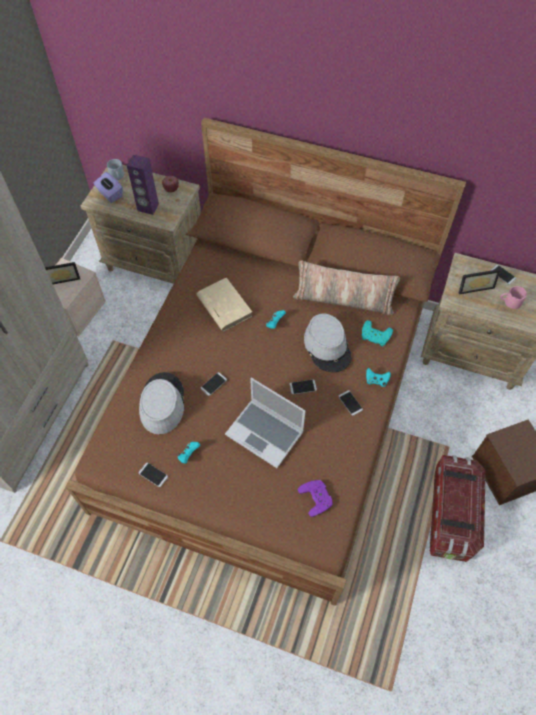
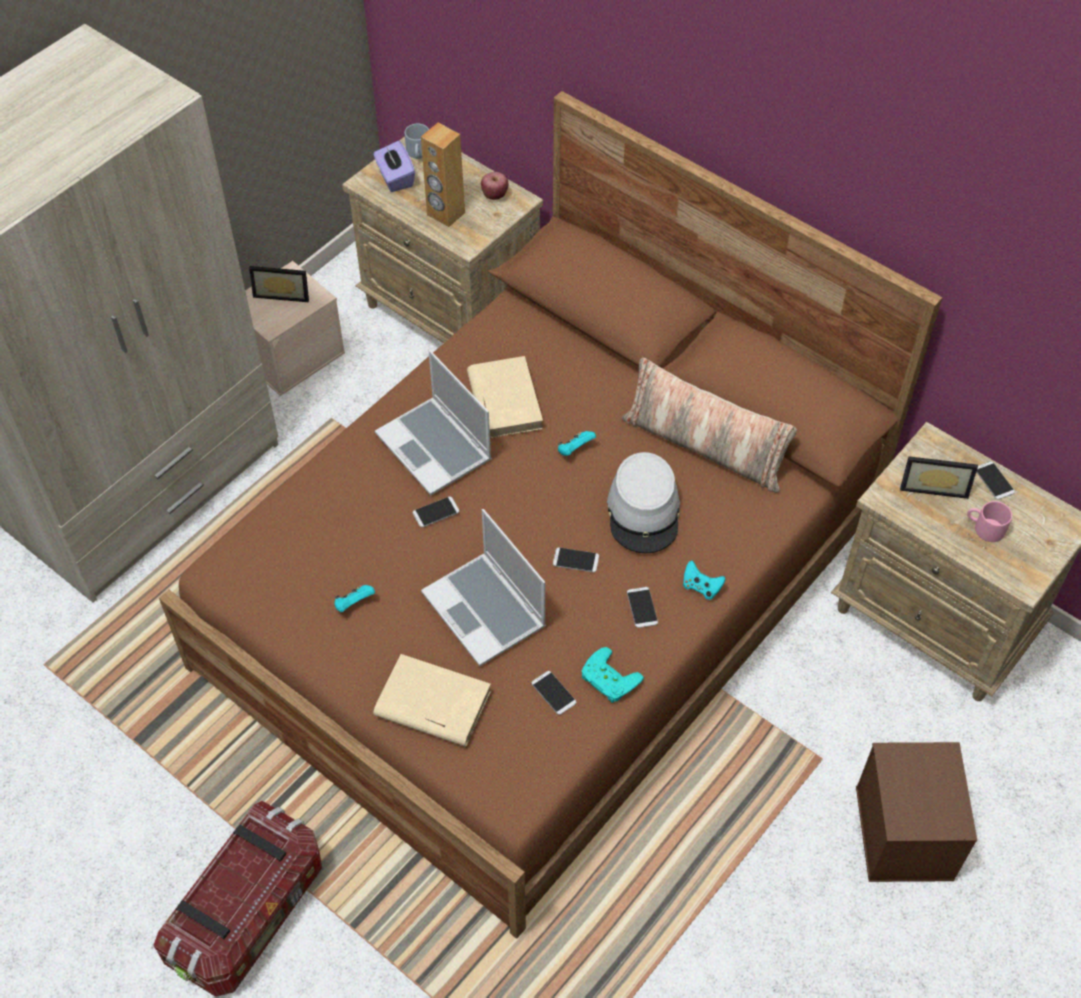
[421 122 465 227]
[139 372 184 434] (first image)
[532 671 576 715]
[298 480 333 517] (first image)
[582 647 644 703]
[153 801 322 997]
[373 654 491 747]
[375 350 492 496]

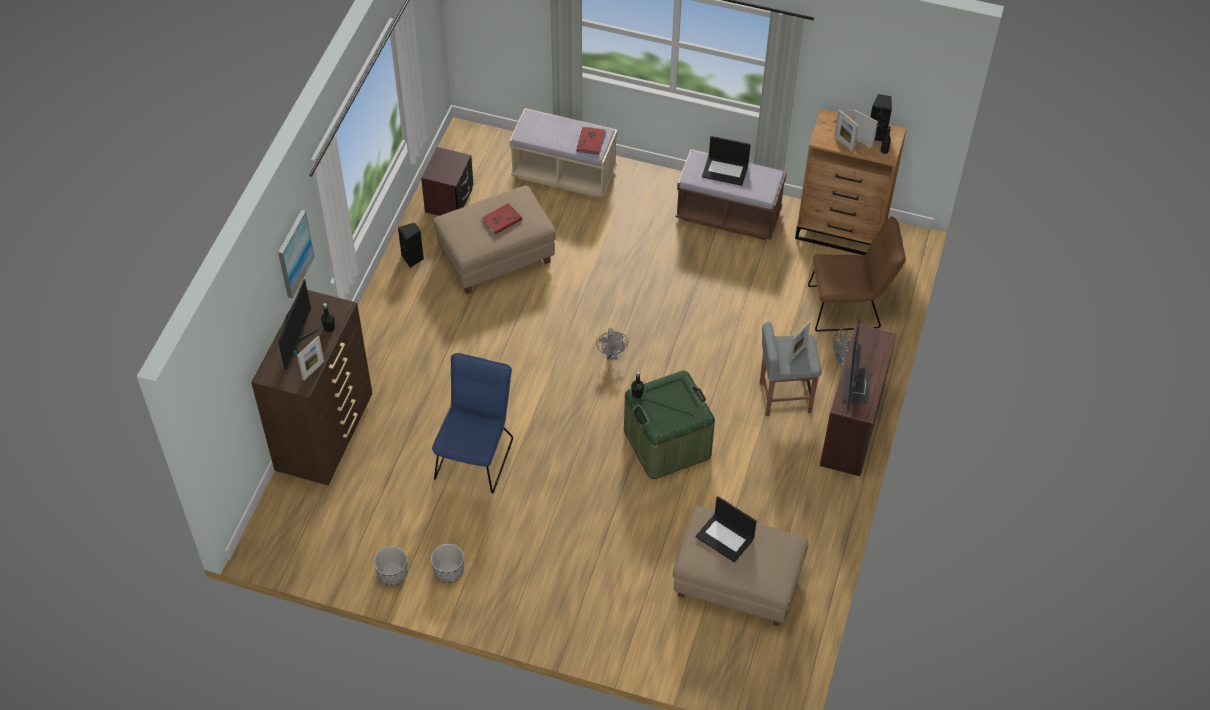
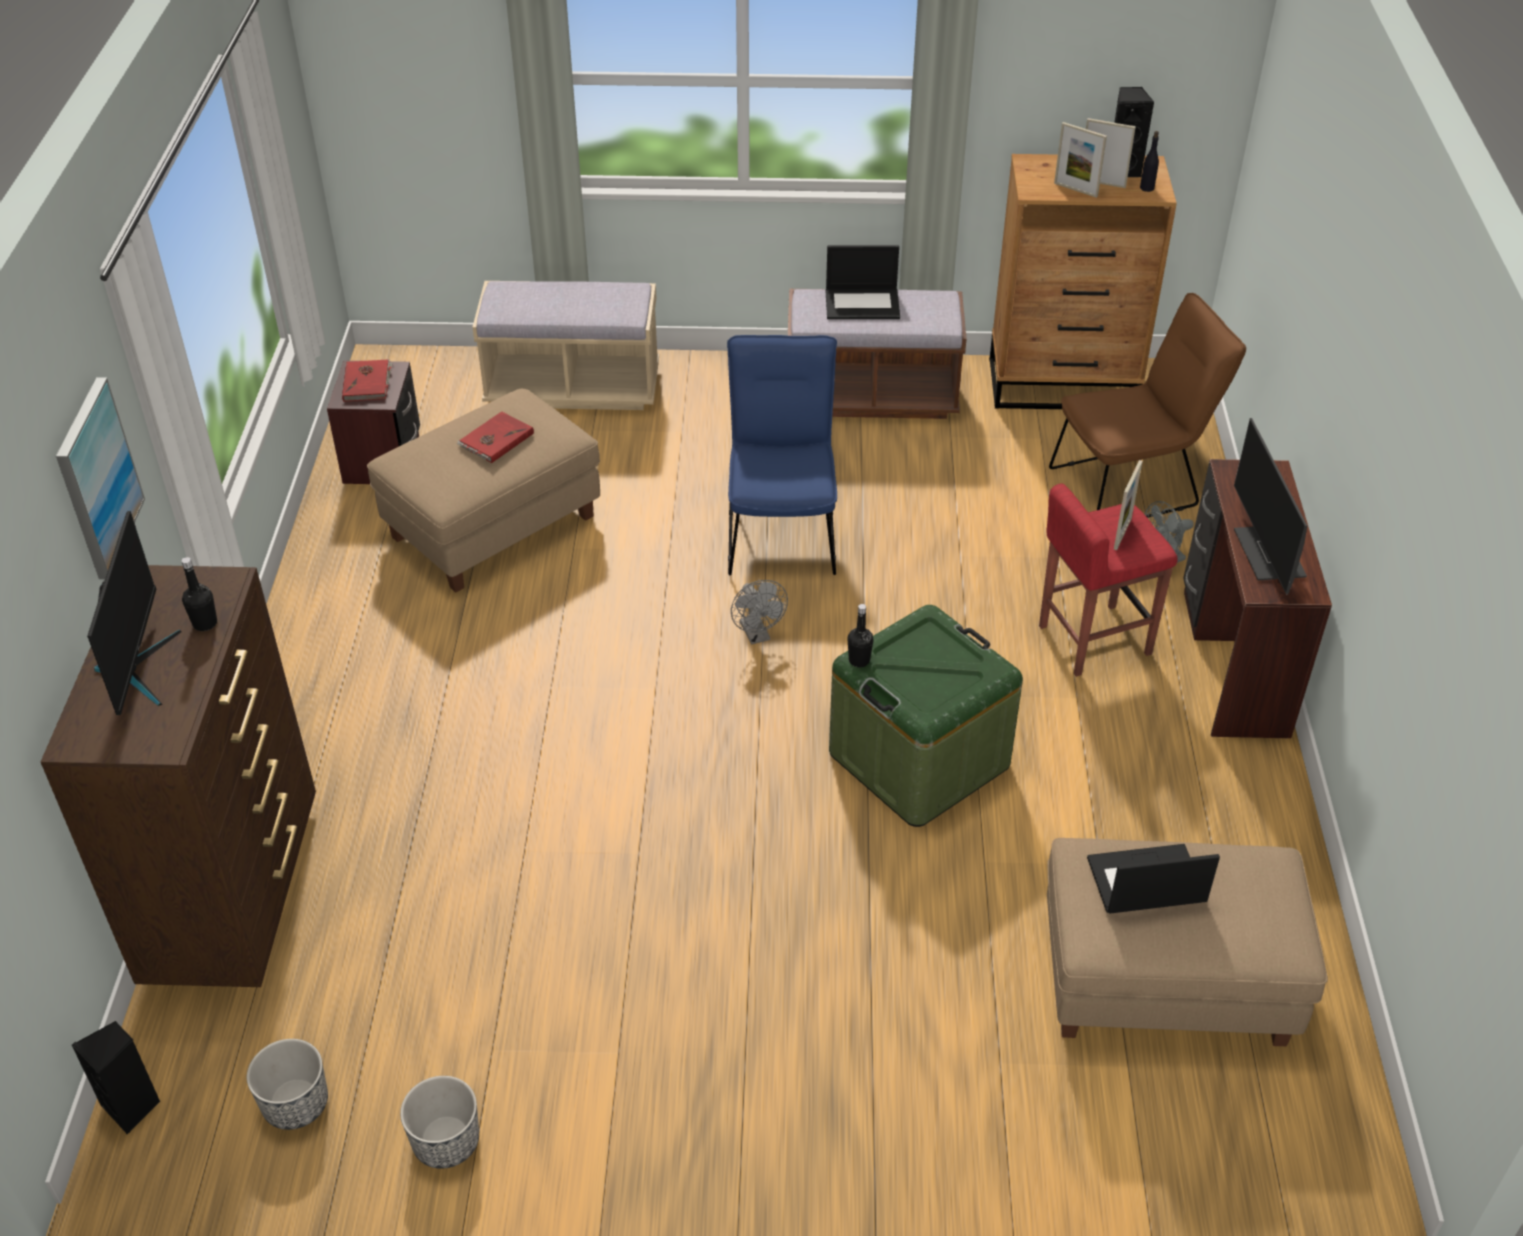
[297 336 324 381] (first image)
[72 1021 160 1134]
[247 1039 328 1130]
[727 335 837 575]
[342 359 393 402]
[1087 844 1220 914]
[1039 483 1178 677]

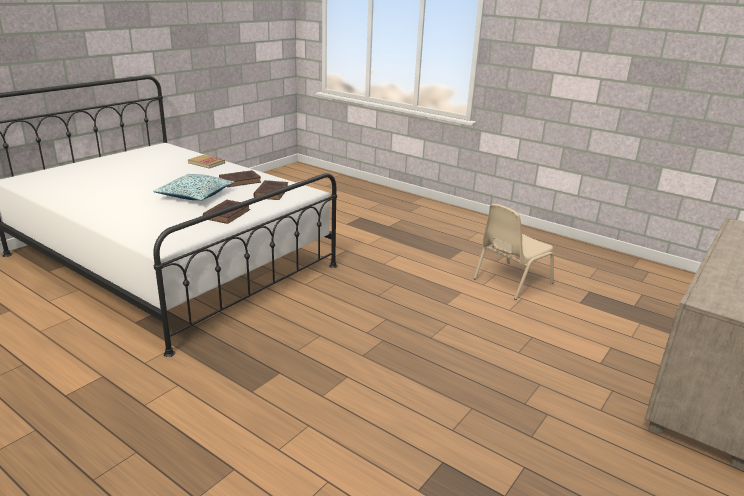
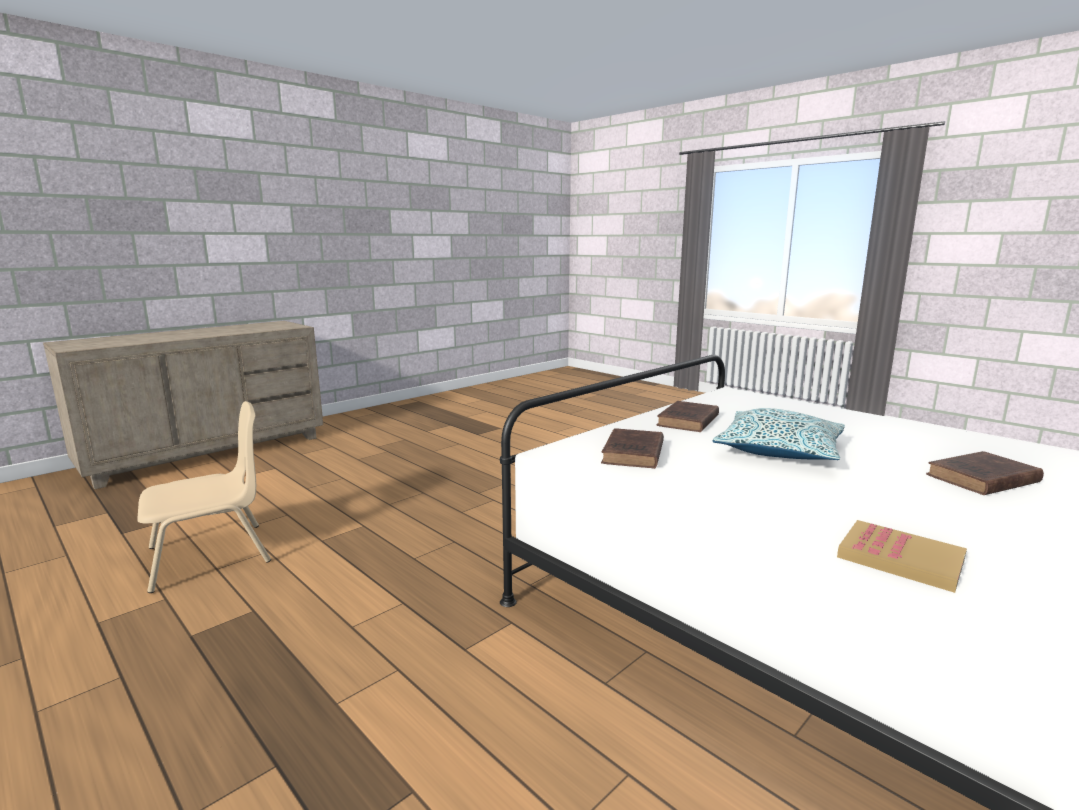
[926 451 1044 495]

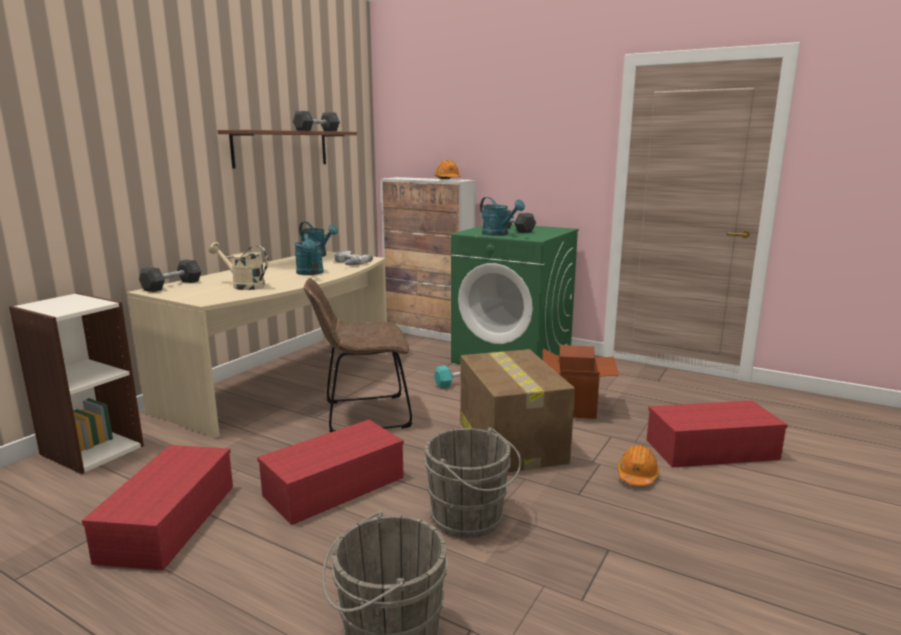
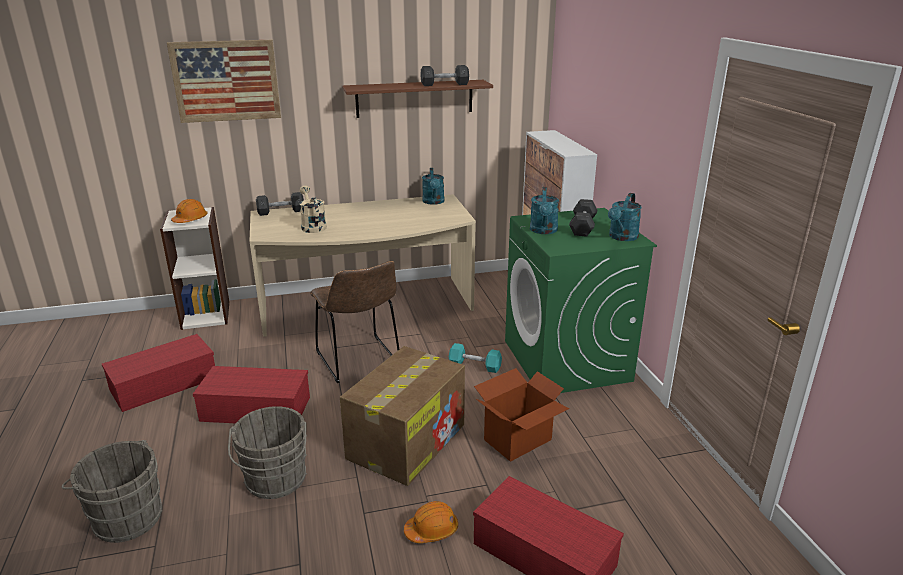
[608 193 642 241]
[311 261 399 383]
[334 250 373 265] (first image)
[171 199 208 223]
[167 40 281 123]

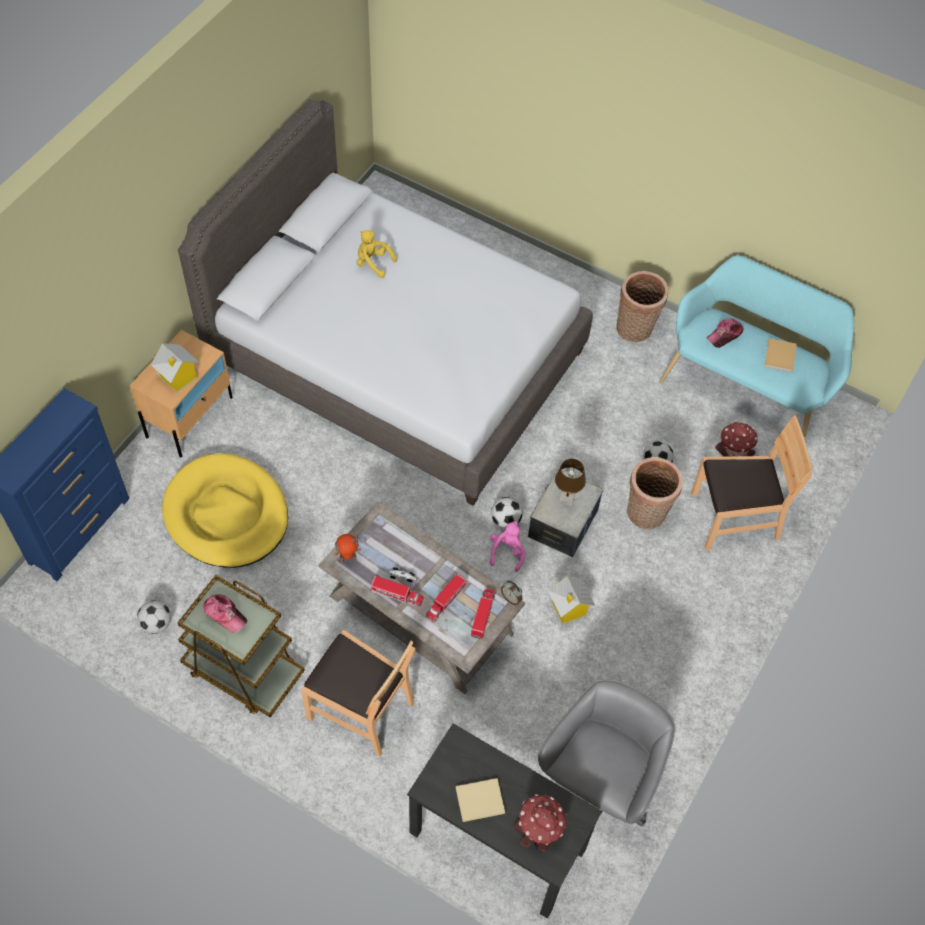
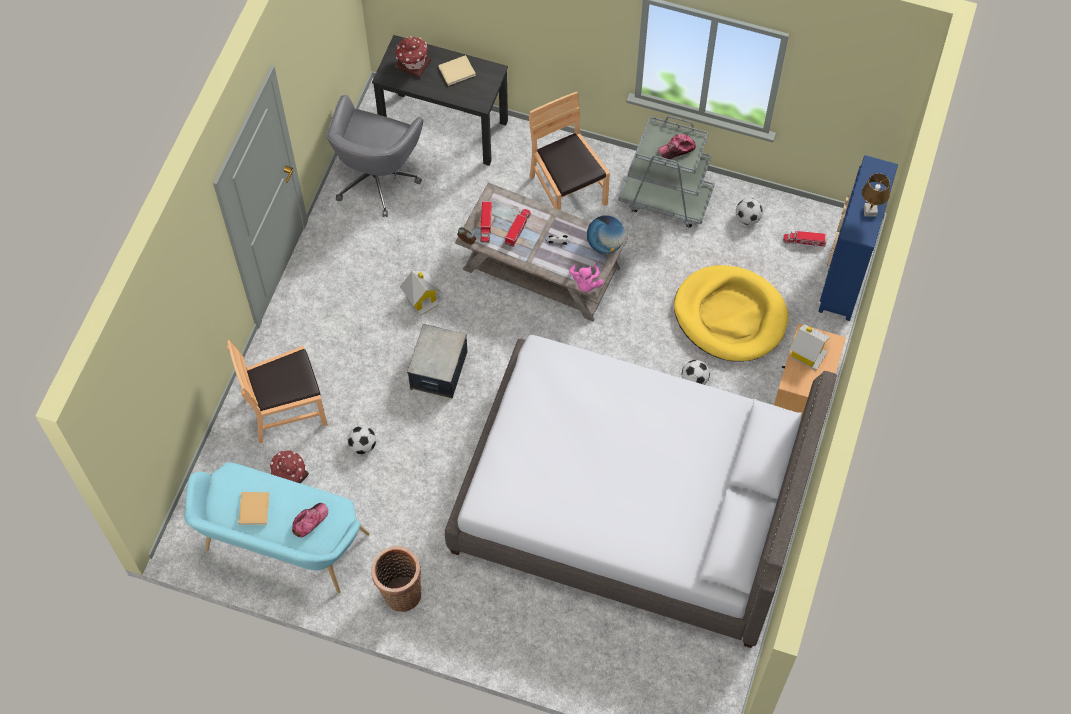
[618 116 715 228]
[658 134 696 159]
[529 92 610 210]
[587 216 625 254]
[357 230 397 278] (first image)
[783 231 826 247]
[569 265 604 292]
[682 360 710 385]
[862 173 890 217]
[627 457 683 529] (first image)

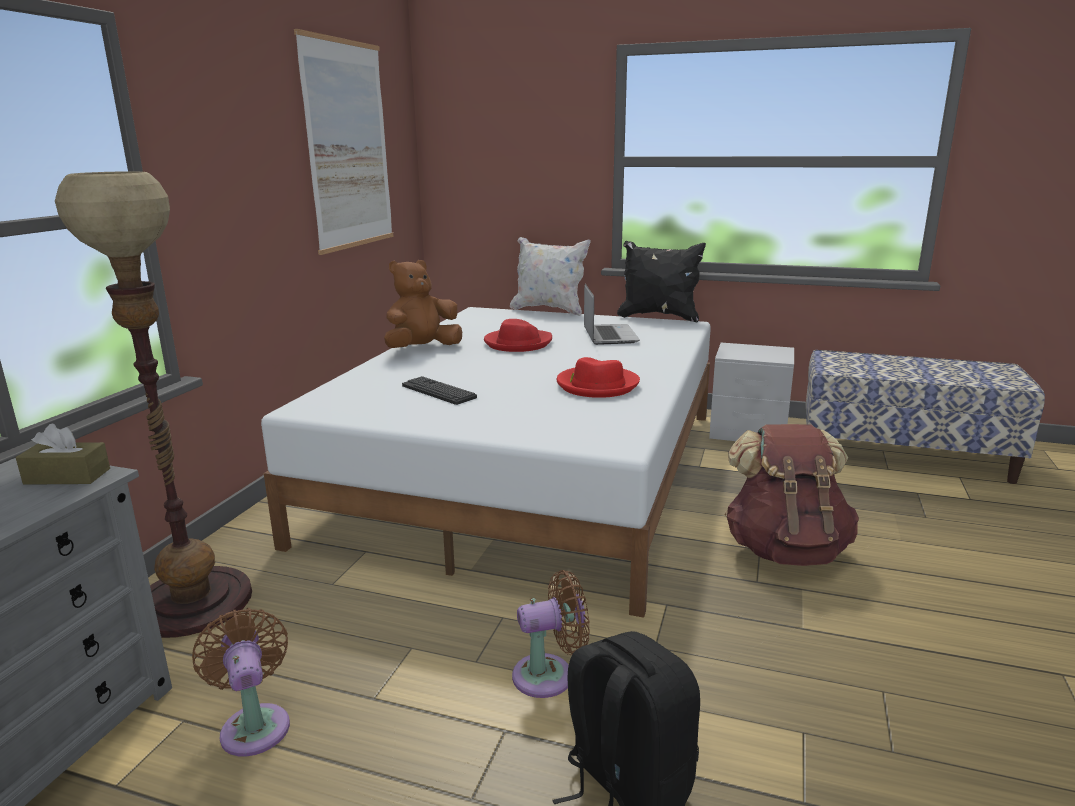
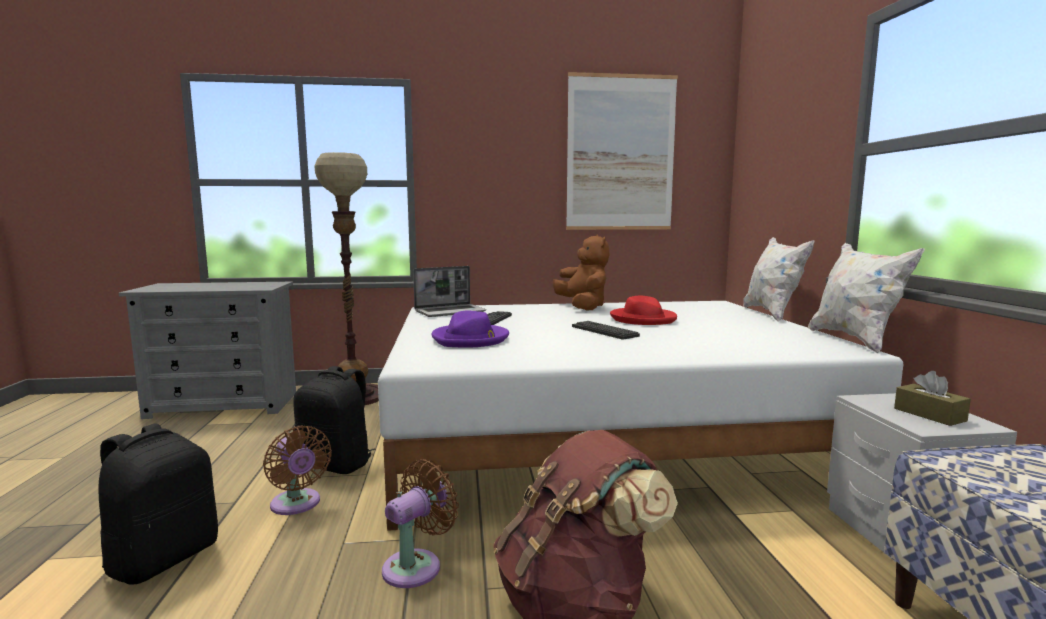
[894 371 971 426]
[382 459 459 588]
[553 234 609 311]
[557 357 640 398] (first image)
[413 266 486 317]
[808 243 925 353]
[294 366 375 474]
[432 310 509 348]
[572 321 640 340]

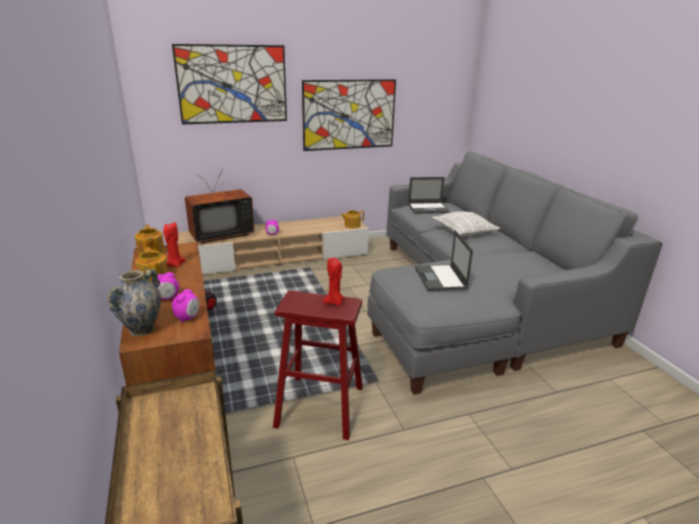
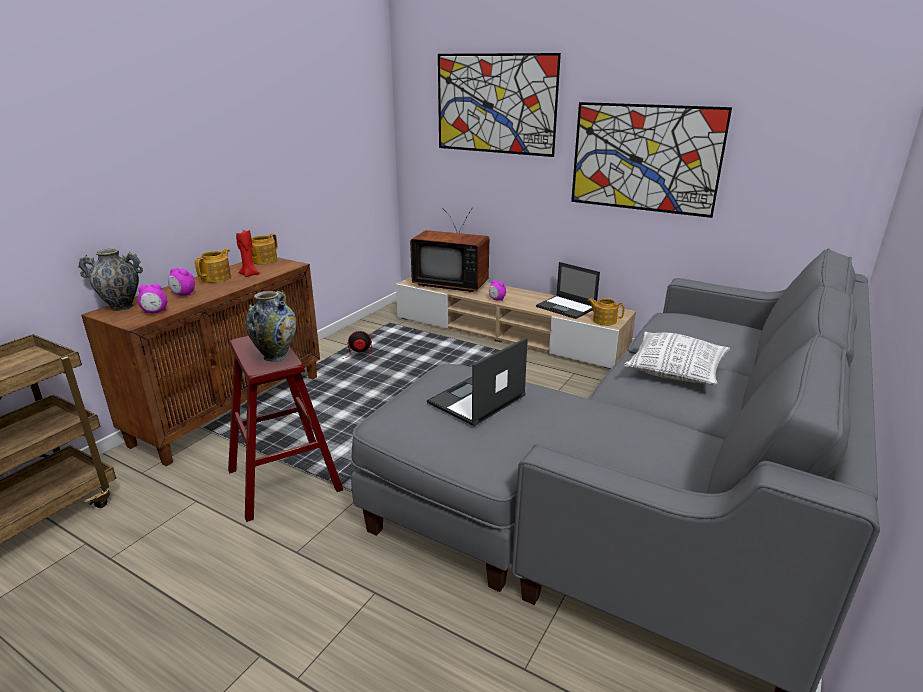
[245 290 296 362]
[536 262 600 319]

